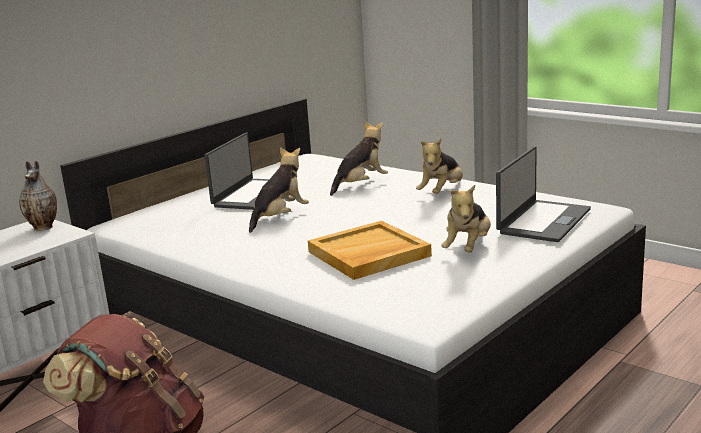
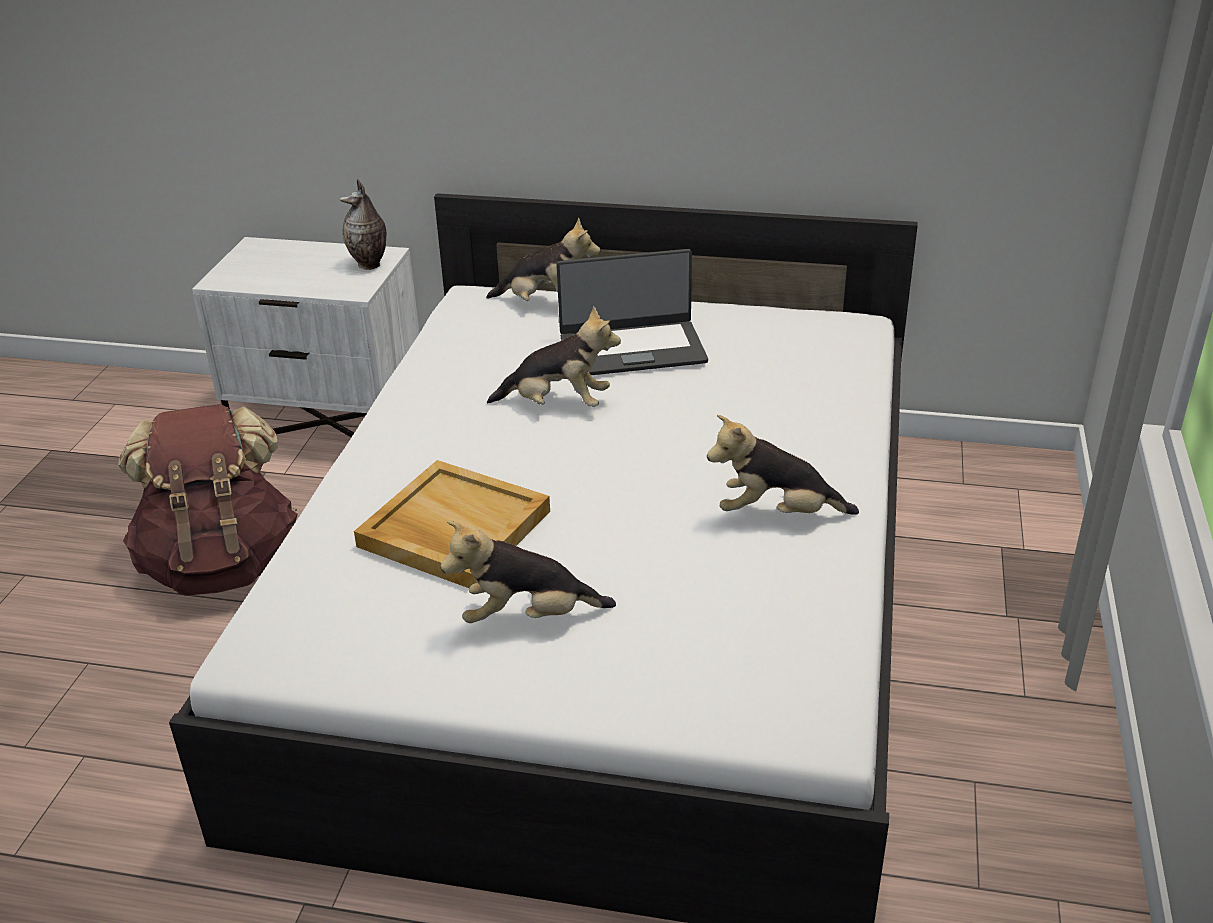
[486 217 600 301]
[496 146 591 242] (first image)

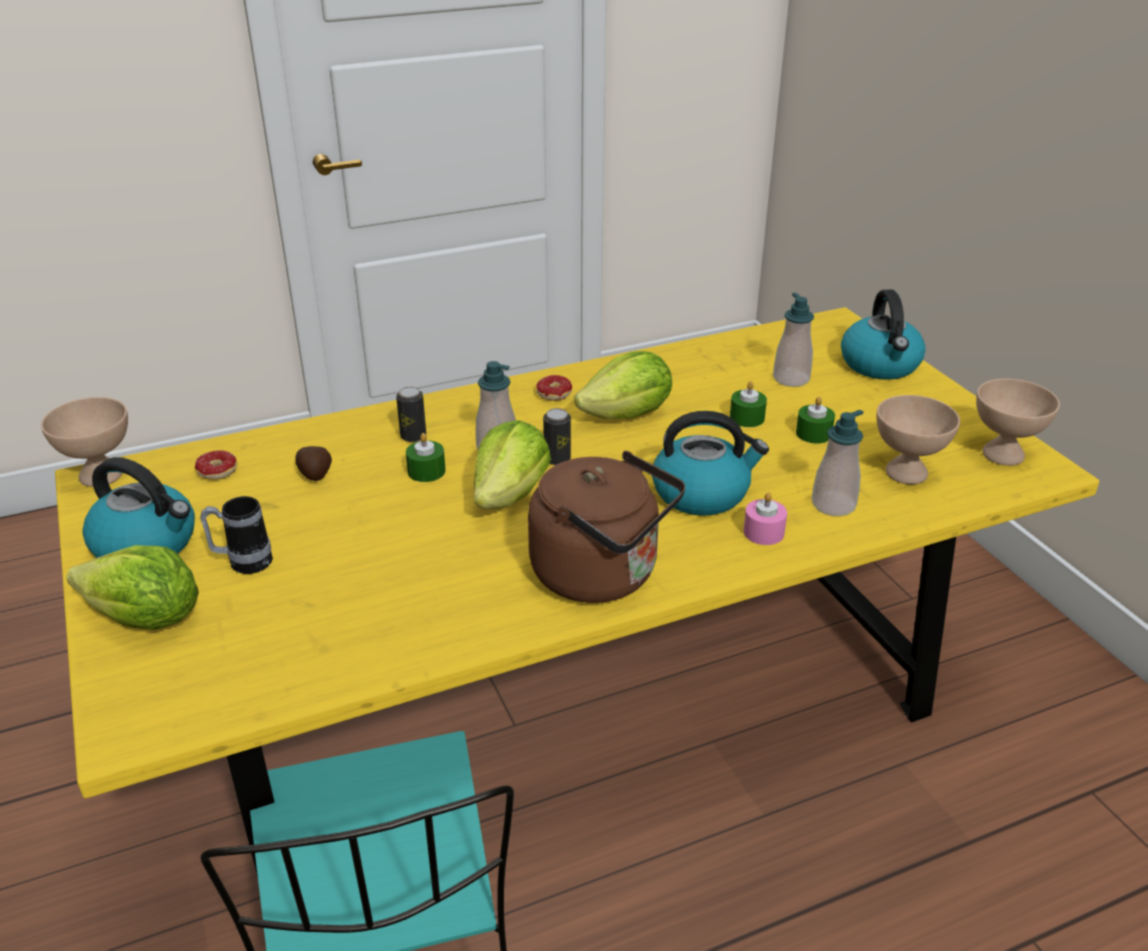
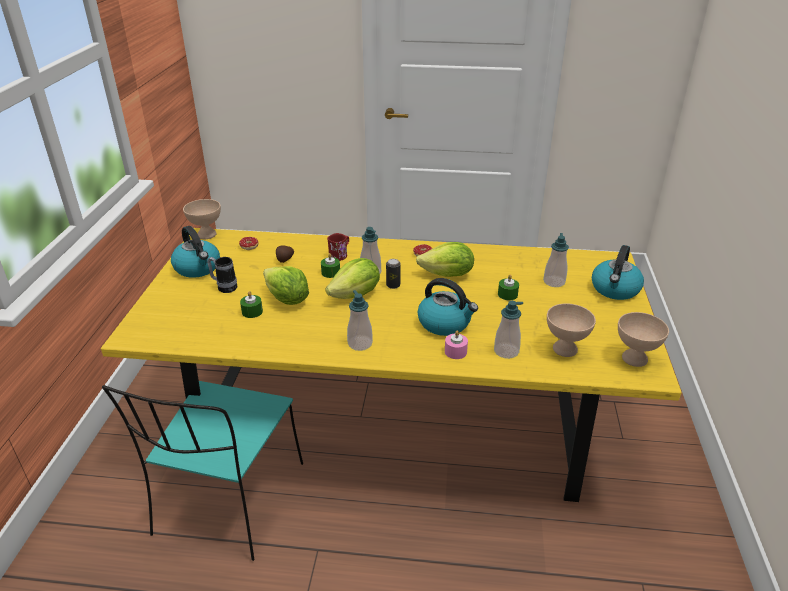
[263 266 309 305]
[327 233 349 261]
[347 290 373 351]
[240 291 263 318]

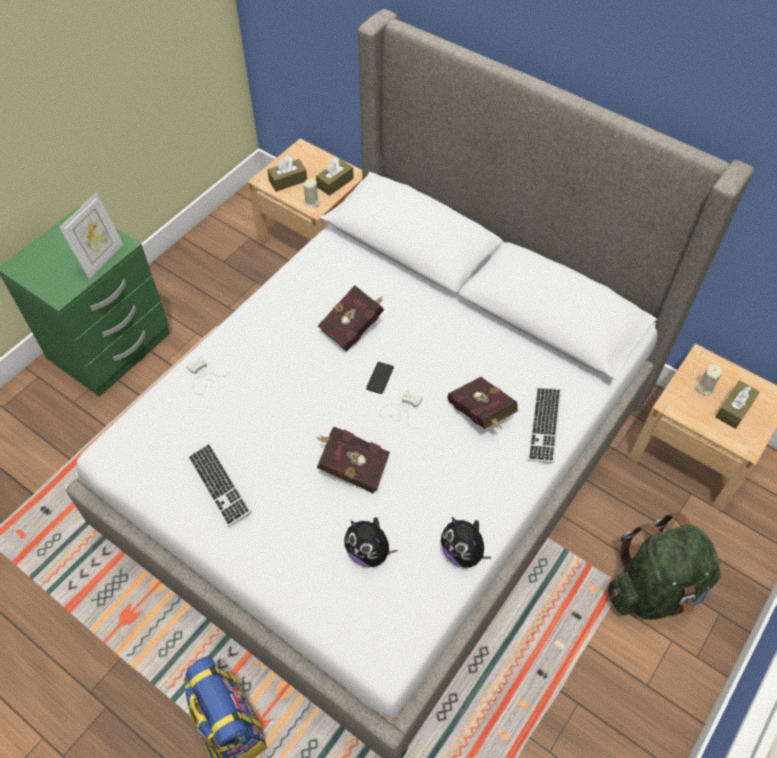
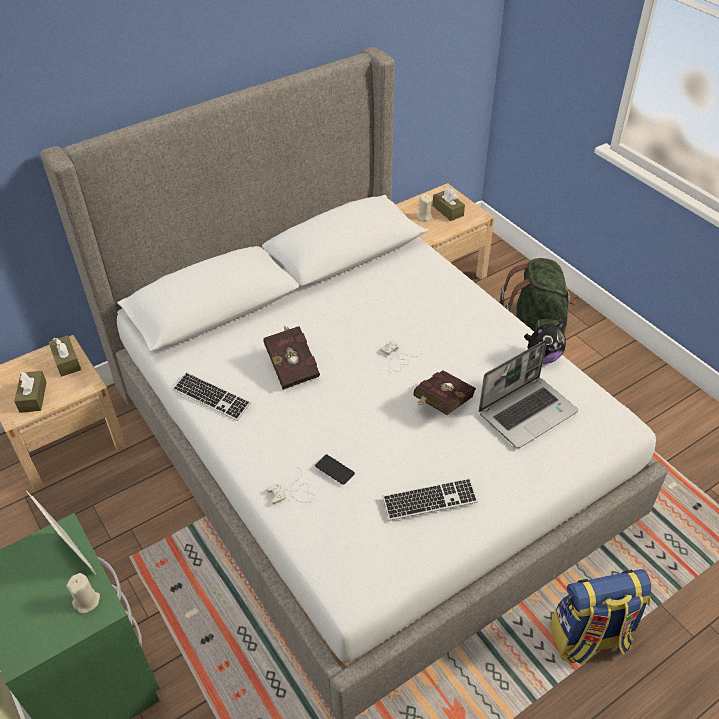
[67 573 100 614]
[479 339 578 448]
[315 454 355 485]
[448 377 518 429] (first image)
[173 372 251 421]

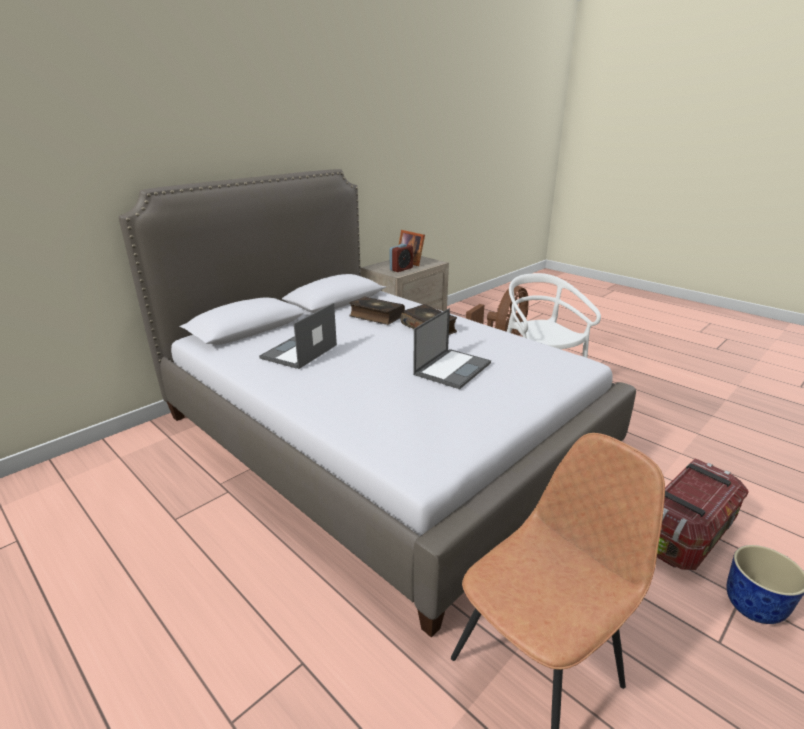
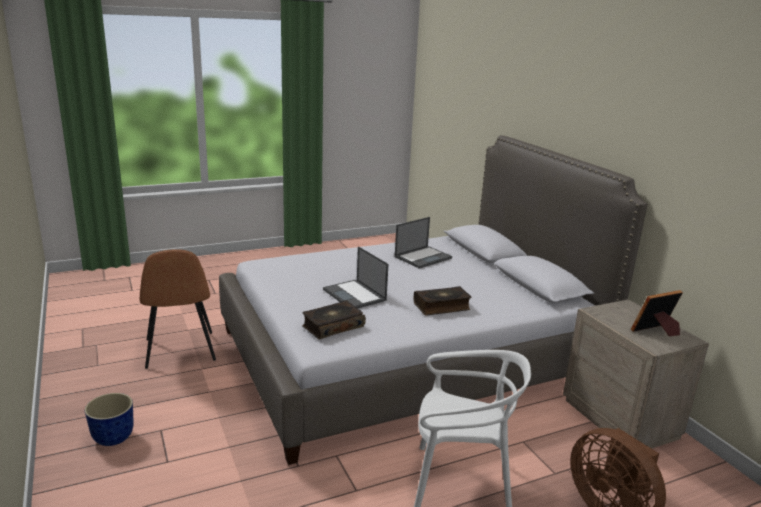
[395 217 452 269]
[302 300 366 339]
[390 244 413 272] (first image)
[657 458 749 570] (first image)

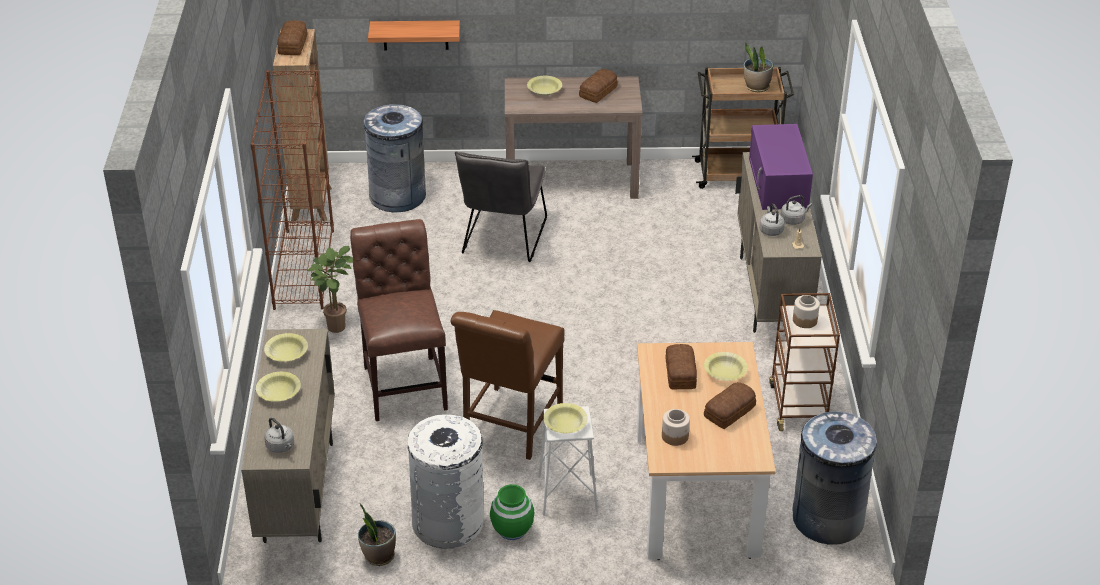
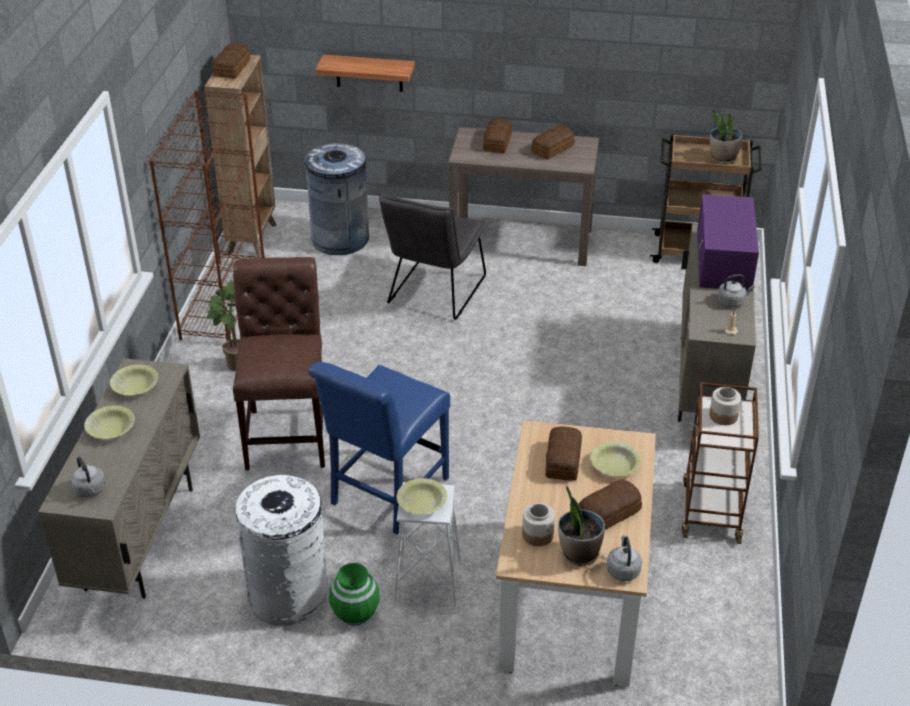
[558 485 605 566]
[308 362 450 535]
[483 118 512 153]
[607 535 642 581]
[792 411 877 545] (first image)

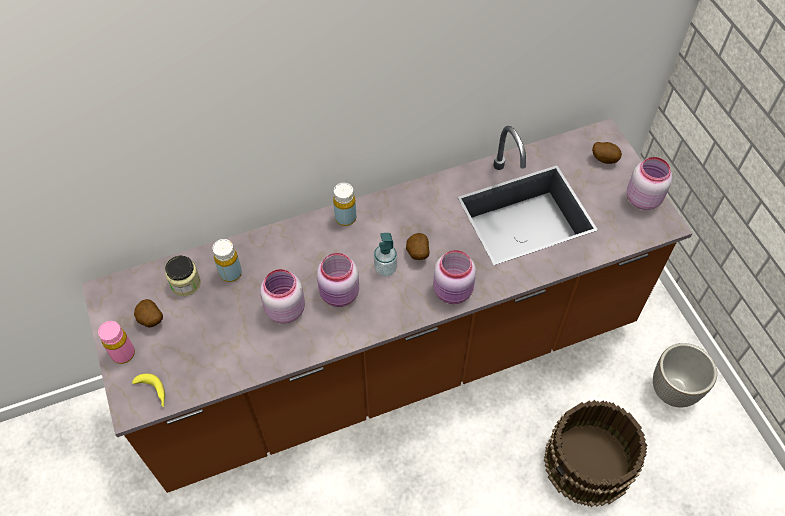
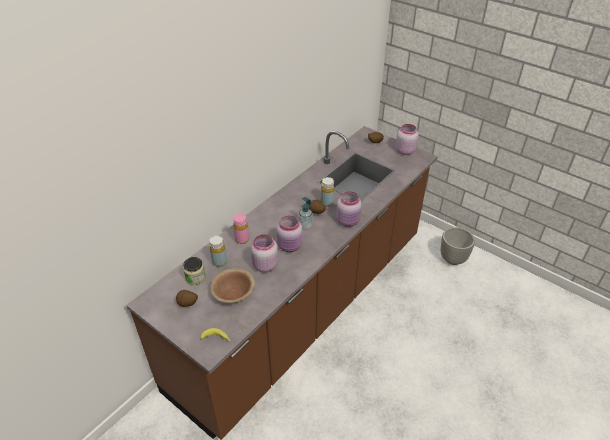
[233 213 249 244]
[321 177 334 206]
[544 400 647 507] (first image)
[210 268 255 303]

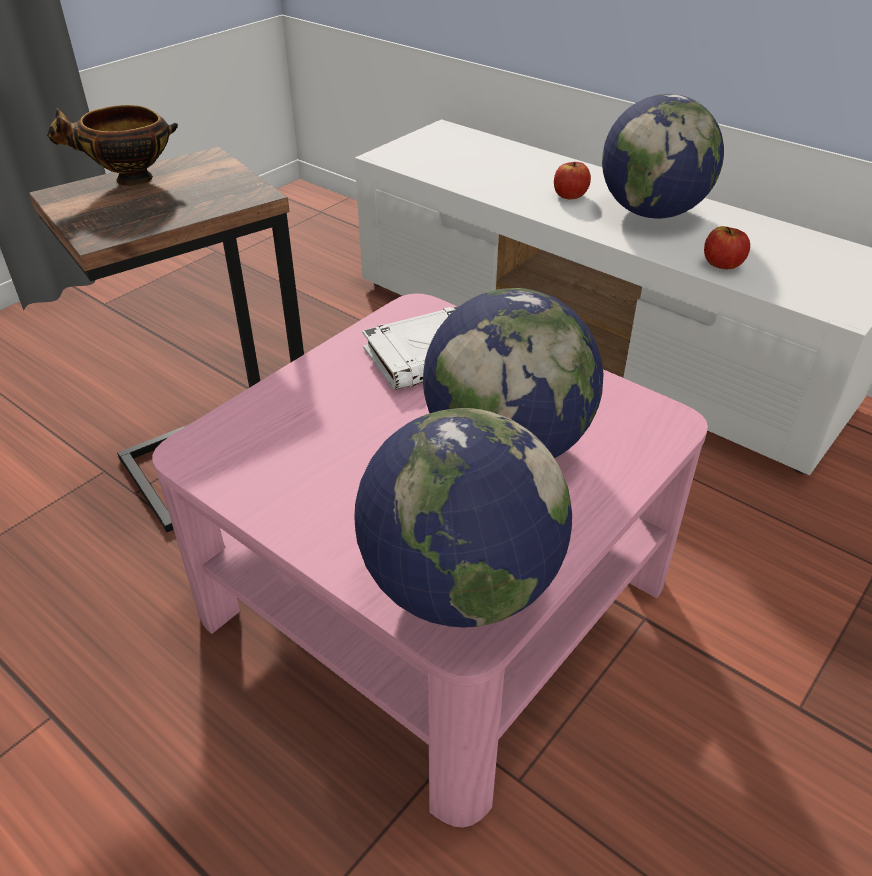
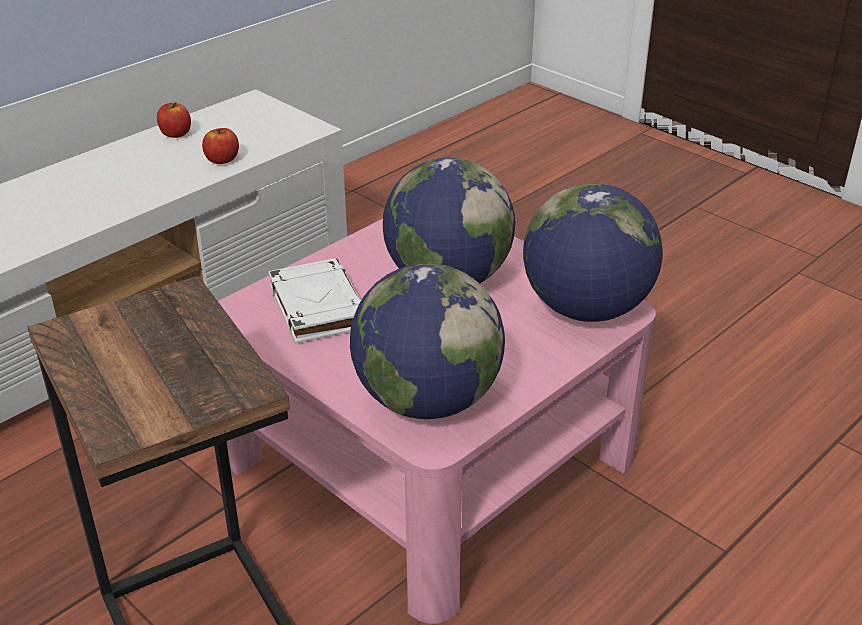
[47 105 178 186] (first image)
[157 102 191 138]
[350 263 505 419]

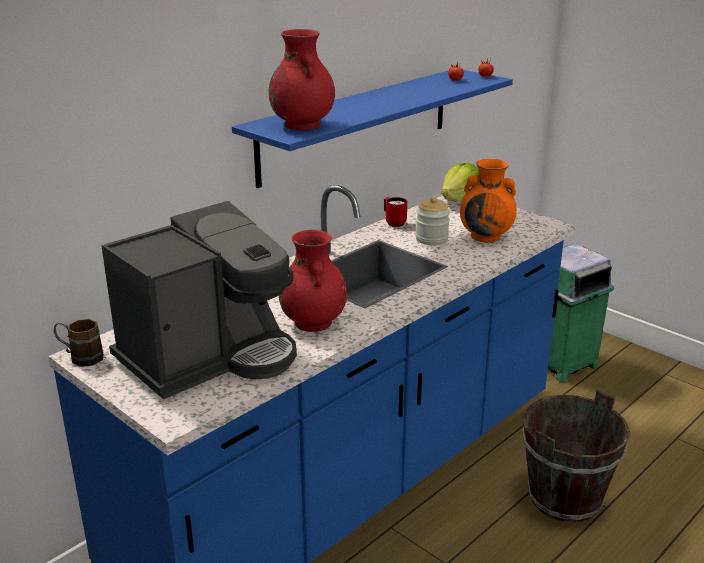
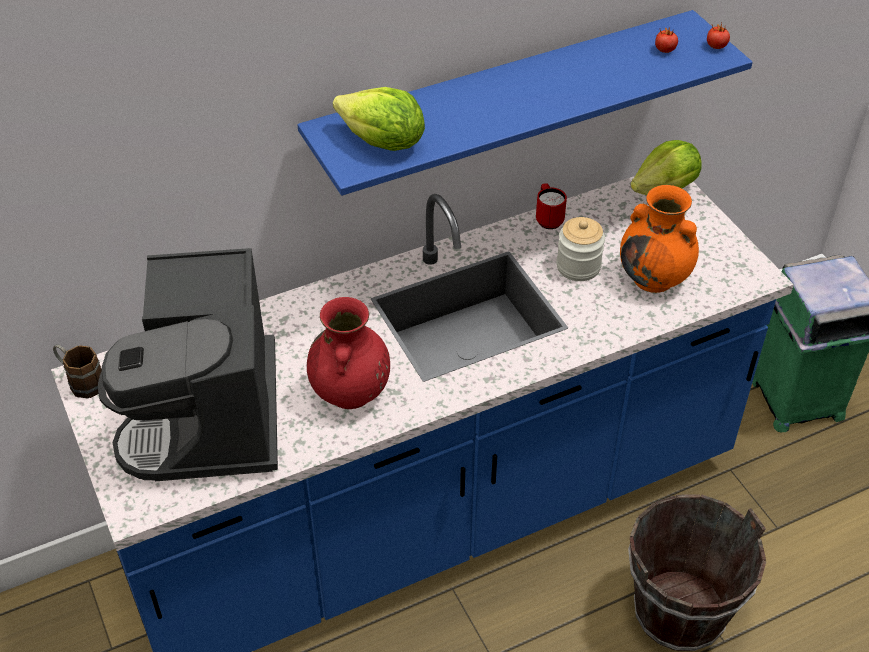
[98 248 278 481]
[333 87 425 151]

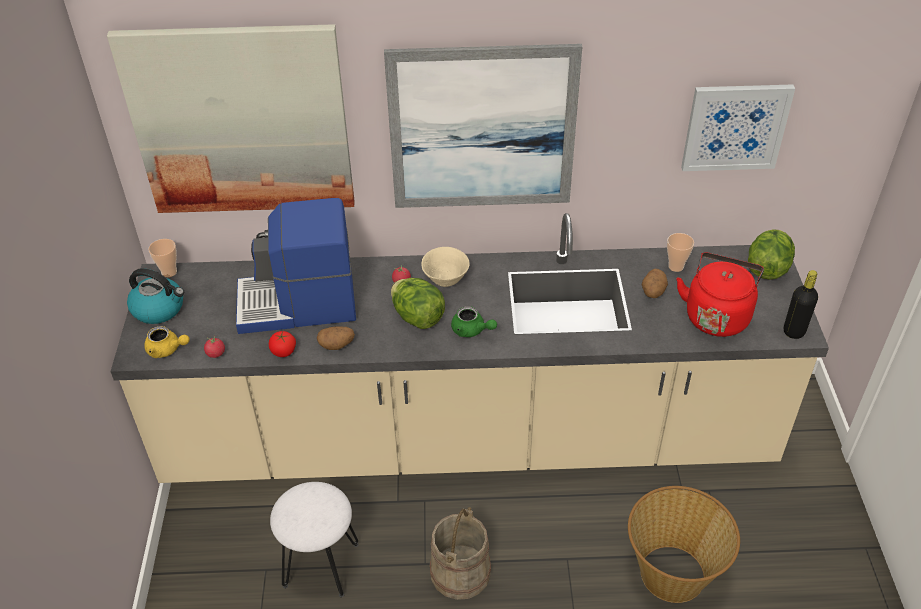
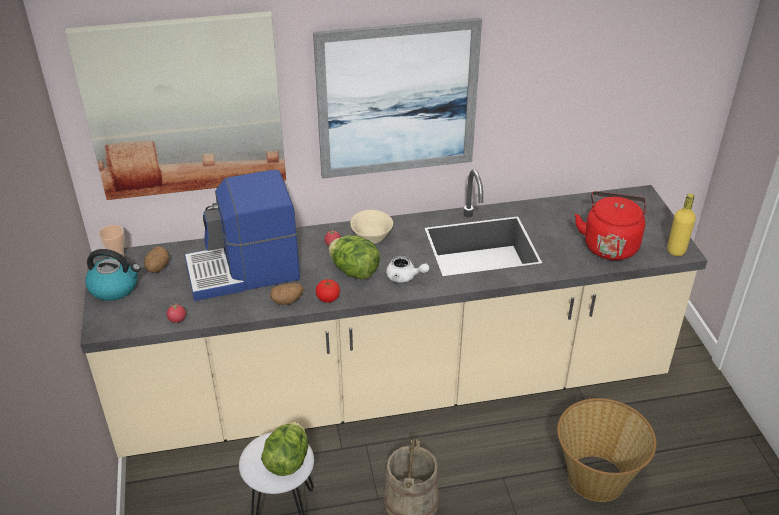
[144 326 190 358] (first image)
[316 279 340 303]
[386 256 429 283]
[144 246 169 273]
[667 233 694 272] (first image)
[681 84 795 171] (first image)
[261 422 308 476]
[667 193 696 256]

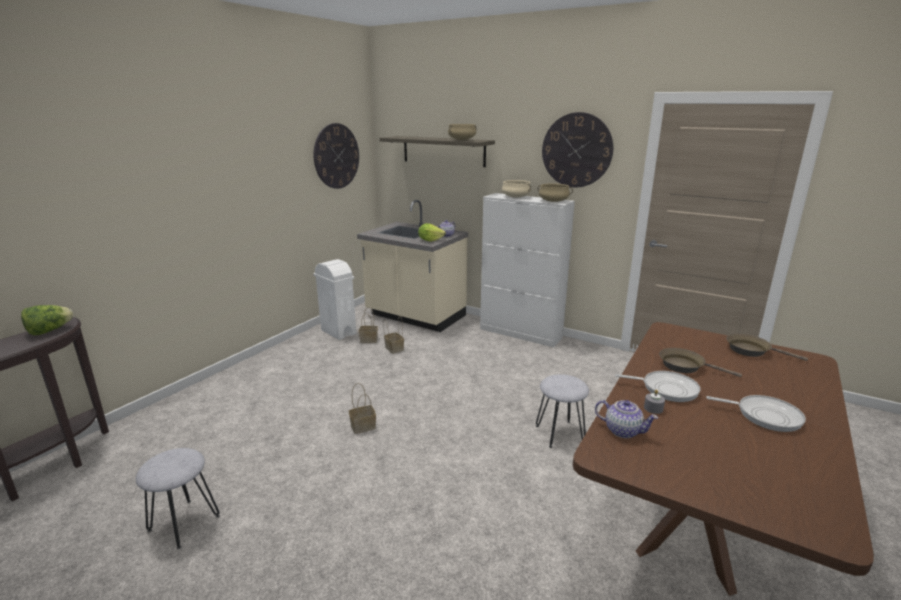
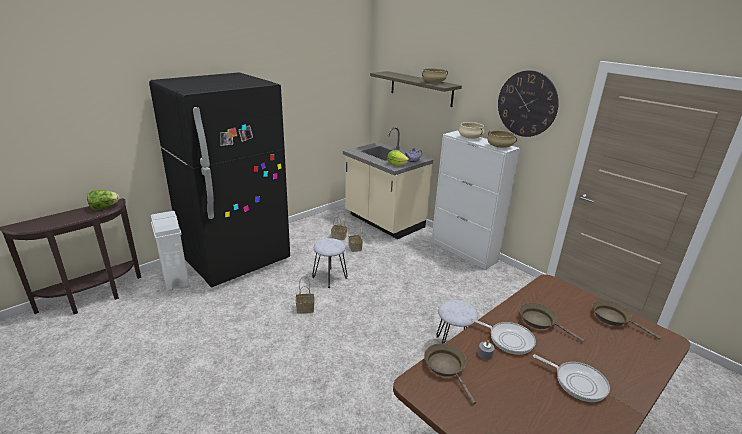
[312 238 348 288]
[313 123 359 189] (first image)
[151 211 189 291]
[424 343 476 404]
[149 73 290 288]

